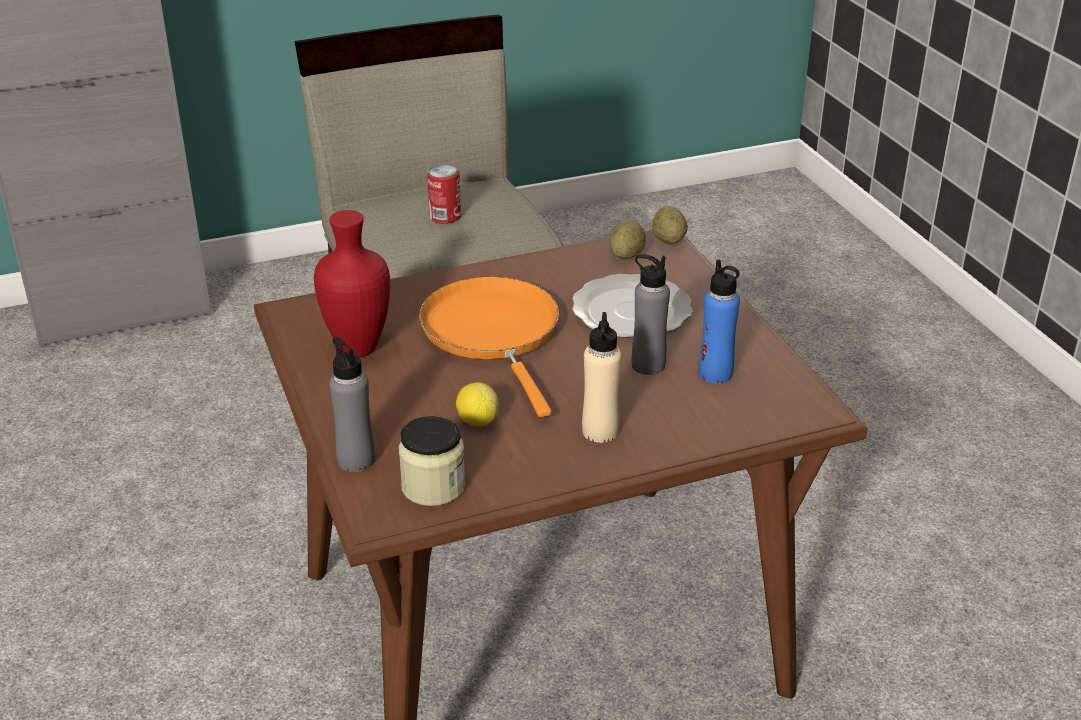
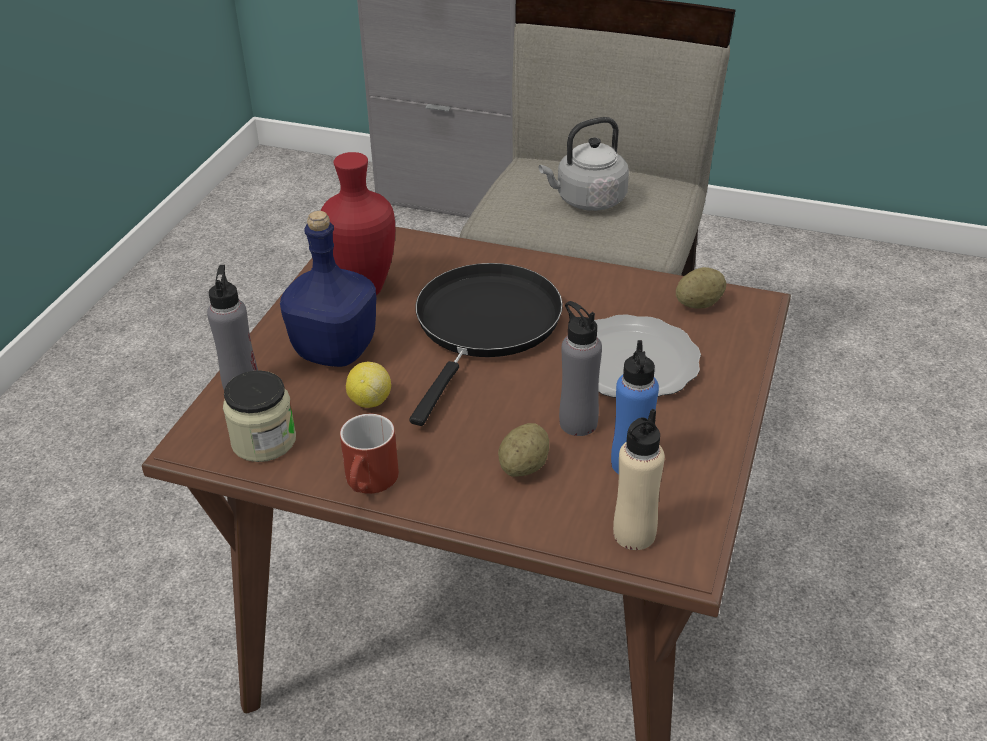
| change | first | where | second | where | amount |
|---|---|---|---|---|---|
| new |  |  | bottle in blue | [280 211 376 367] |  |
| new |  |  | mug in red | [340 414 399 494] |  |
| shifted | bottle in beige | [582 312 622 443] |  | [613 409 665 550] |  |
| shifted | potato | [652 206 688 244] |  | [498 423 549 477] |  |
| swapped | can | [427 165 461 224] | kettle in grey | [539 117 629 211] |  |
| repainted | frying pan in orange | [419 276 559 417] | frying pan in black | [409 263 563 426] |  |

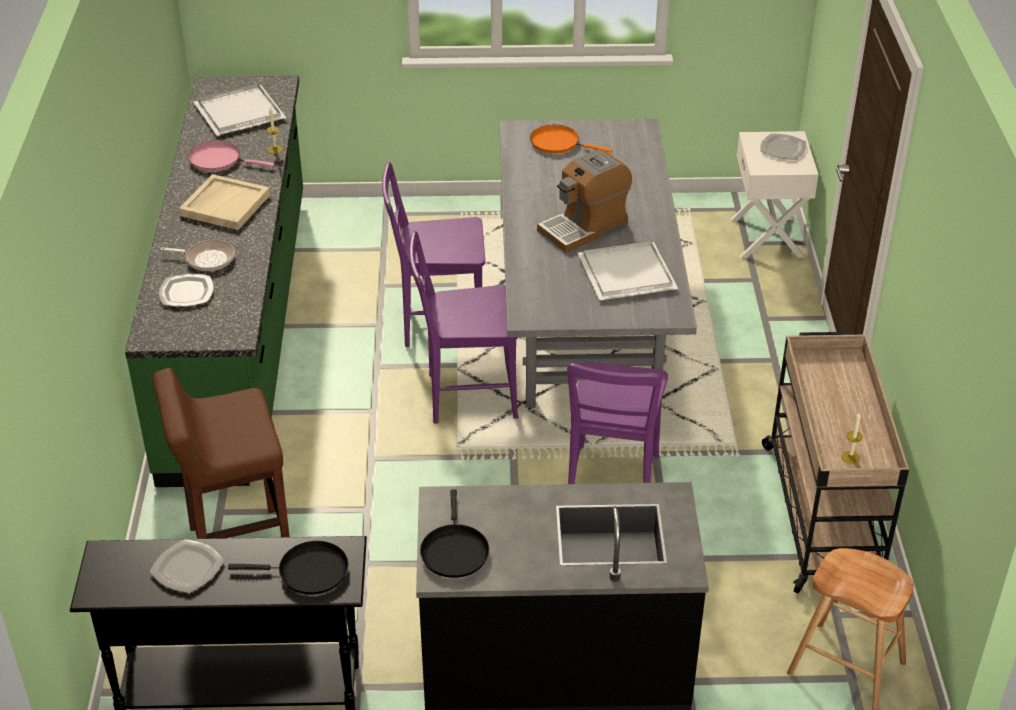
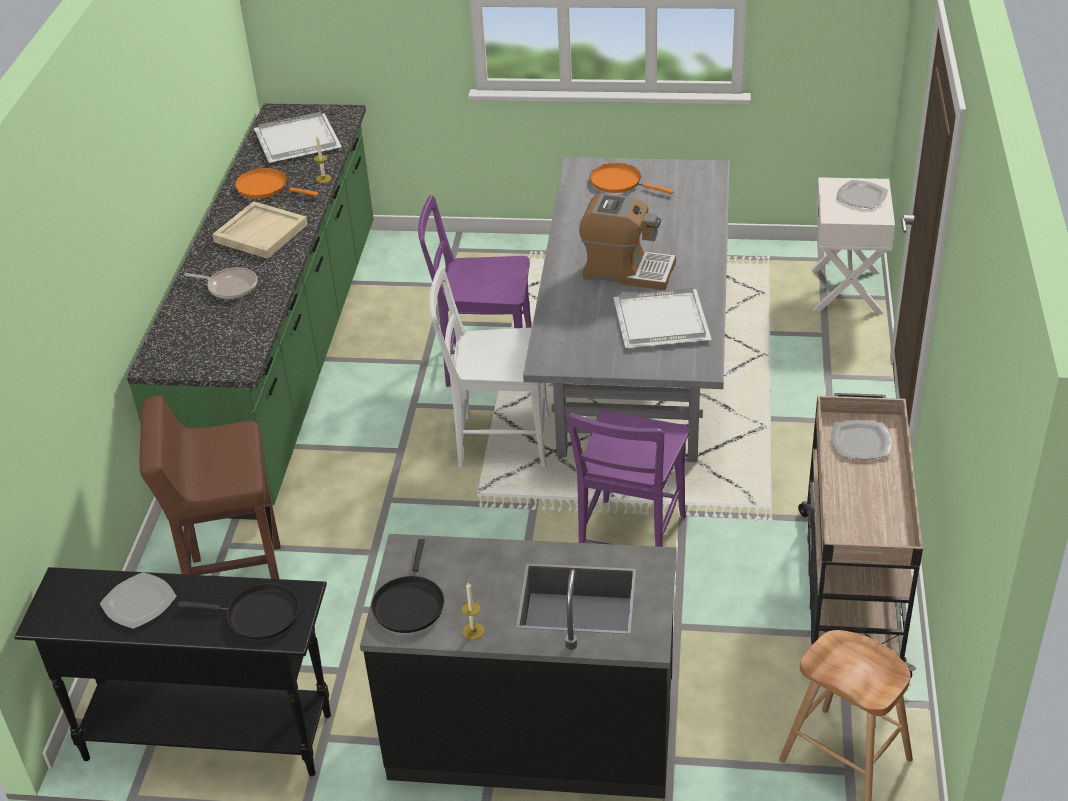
| change | first | where | second | where | amount |
|---|---|---|---|---|---|
| shifted | plate | [159 274 214 307] |  | [831 420 892 459] |  |
| shifted | candle | [841 412 863 464] |  | [461 582 484 640] |  |
| repainted | frying pan in pink | [188 141 275 171] | frying pan in orange | [235 168 318 199] |  |
| repainted | chair in purple | [409 231 519 424] | chair in white | [429 267 550 468] |  |
| rotated | coffee machine | [537 149 632 253] |  | [579 193 676 290] | 135 degrees counterclockwise |

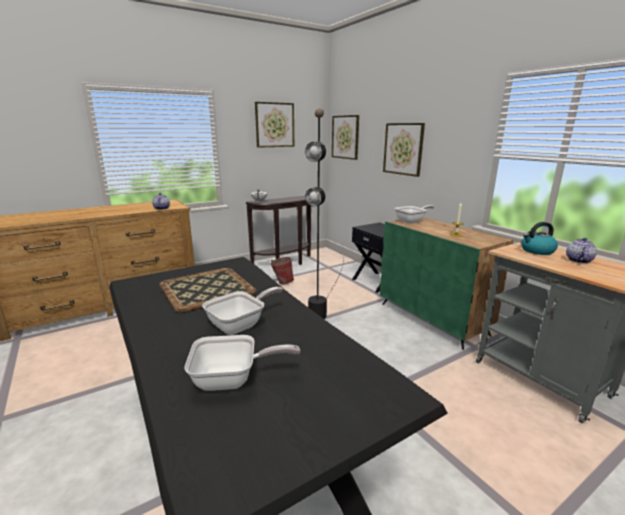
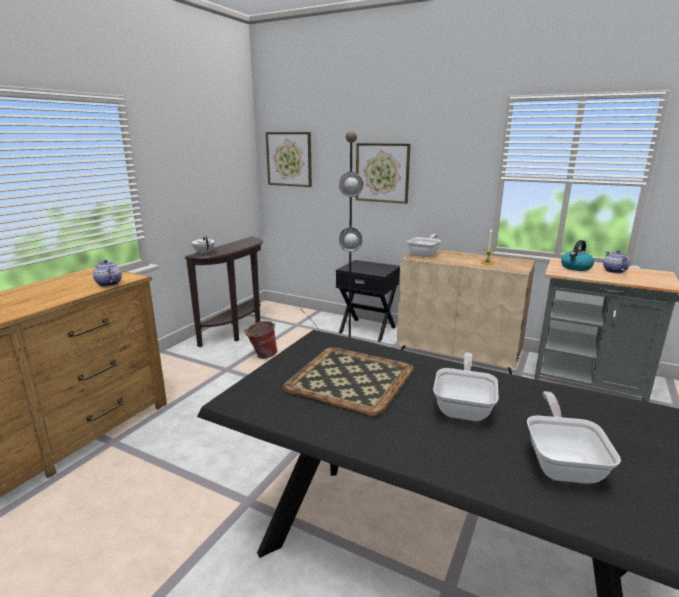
| change | first | where | second | where | amount |
|---|---|---|---|---|---|
| gone | picture | [255 102 294 148] |  |  |  |
| repainted | cabinet in green | [380 217 513 350] | cabinet in beige | [397 250 535 374] |  |
| rotated | frying pan | [184 335 300 391] |  | [527 391 621 484] | 45 degrees counterclockwise |

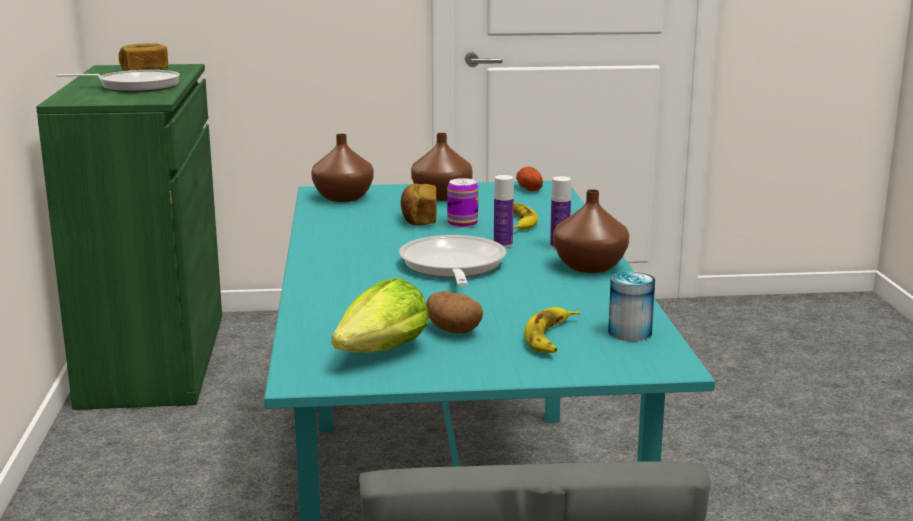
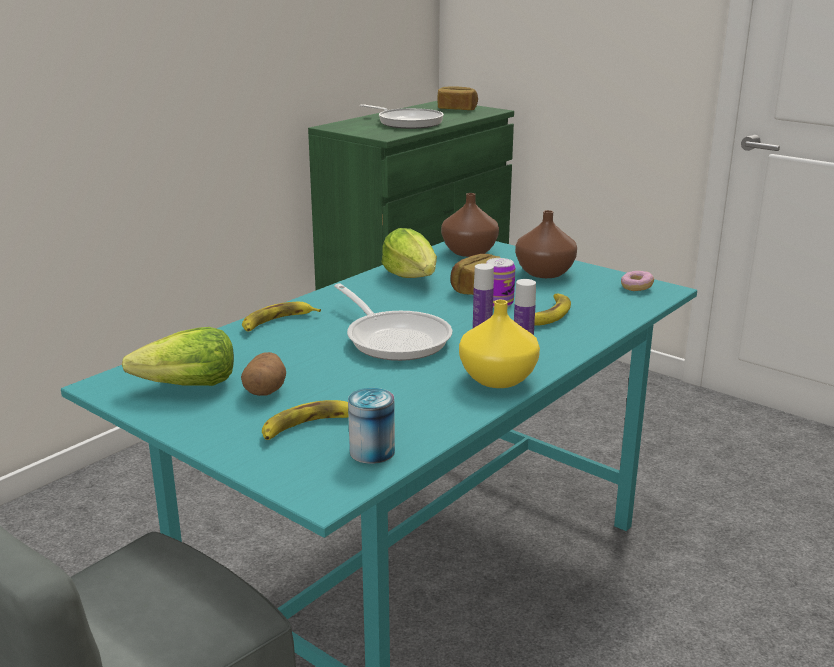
| change | first | where | second | where | amount |
|---|---|---|---|---|---|
| new |  |  | banana | [242 302 321 332] |  |
| new |  |  | lettuce | [382 228 437 278] |  |
| swapped | potato | [516 167 543 191] | donut | [621 271 654 291] |  |
| repainted | vase in brown | [553 189 629 273] | vase in yellow | [459 300 540 388] |  |
| rotated | frying pan | [399 235 506 286] |  | [334 283 452 361] | 105 degrees clockwise |

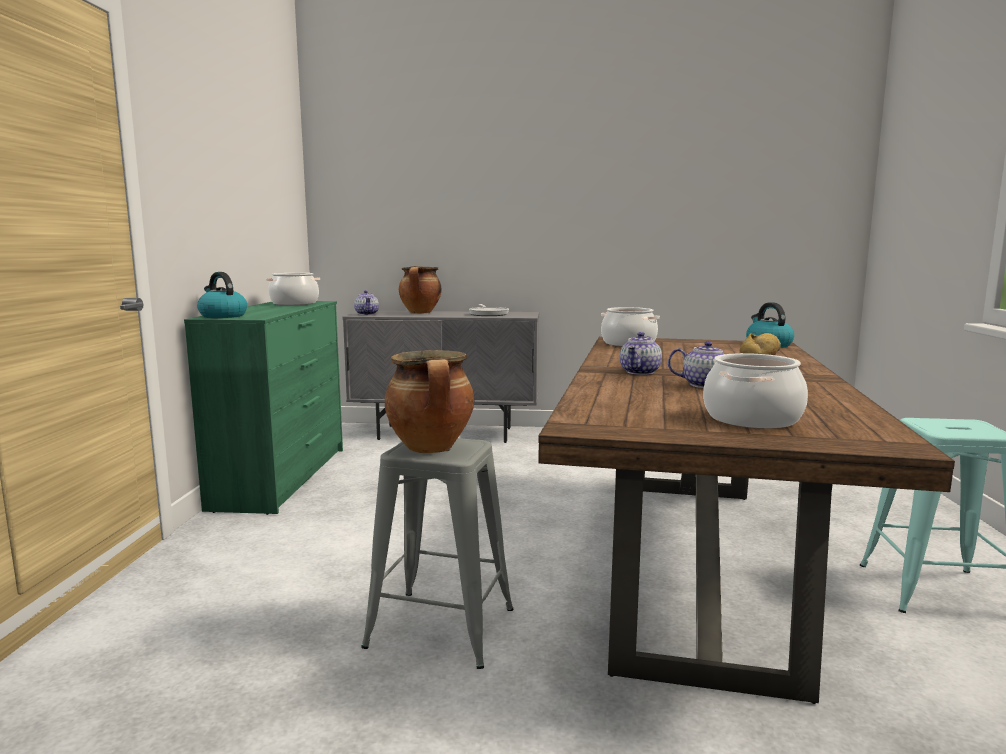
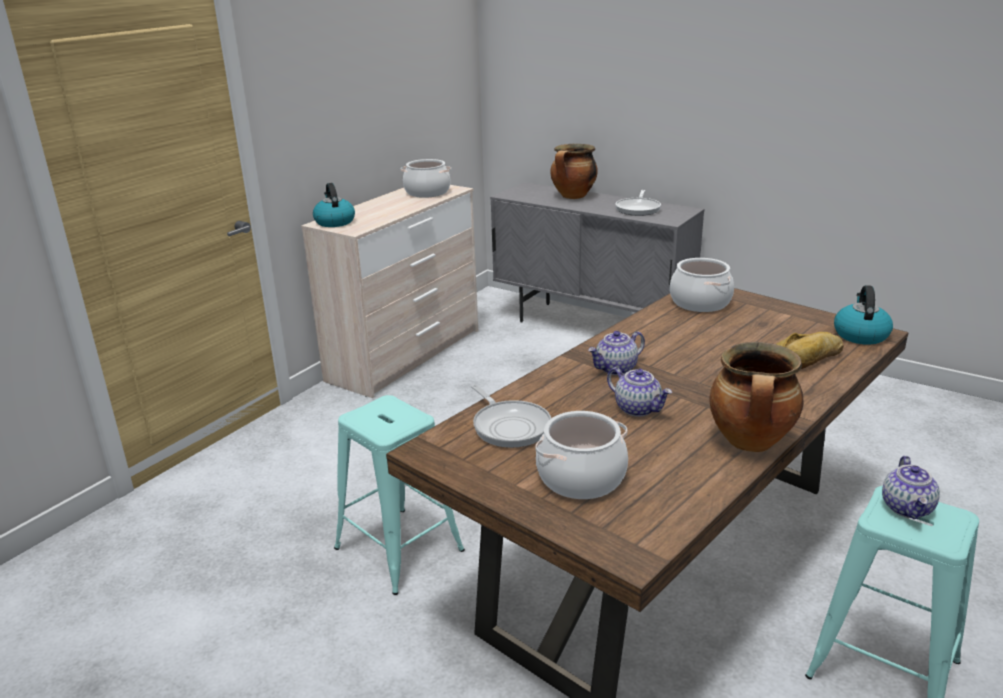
| change | first | where | second | where | amount |
|---|---|---|---|---|---|
| new |  |  | frying pan | [471 384 551 448] |  |
| shifted | teapot | [354 290 379 315] |  | [882 456 940 519] |  |
| shifted | cooking pot | [385 350 474 453] |  | [709 342 803 452] |  |
| repainted | dresser in green | [184 301 343 515] | dresser in beige | [301 185 478 398] |  |
| repainted | stool in grey | [361 438 514 669] | stool in turquoise | [334 395 465 595] |  |

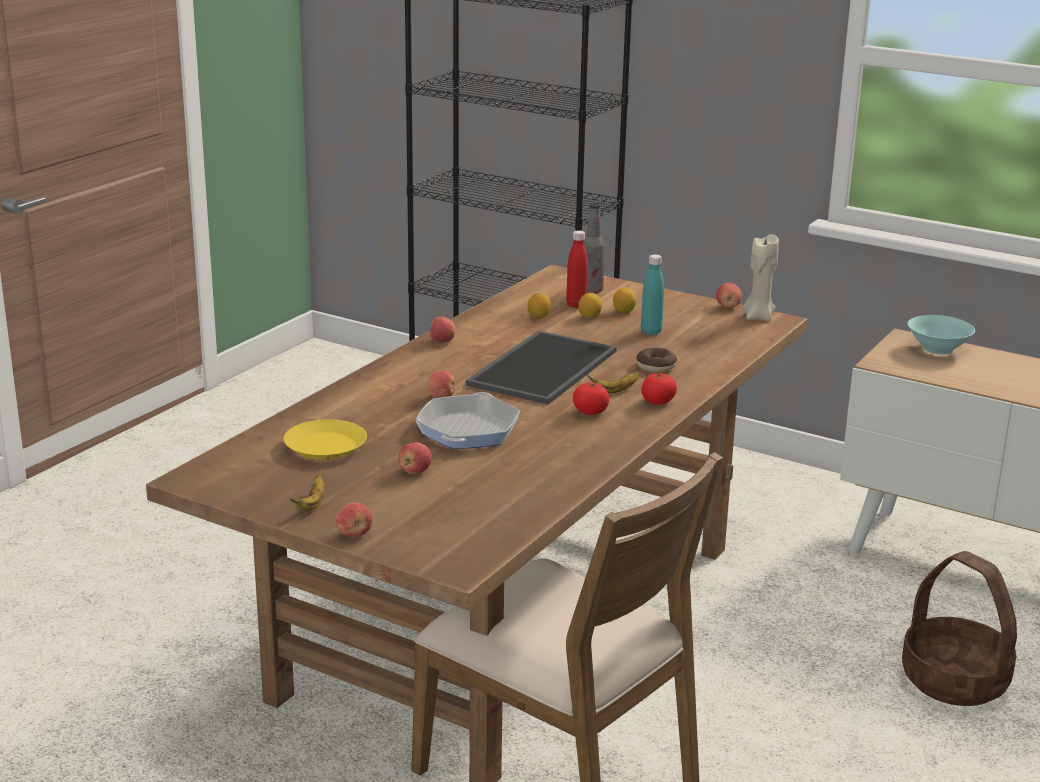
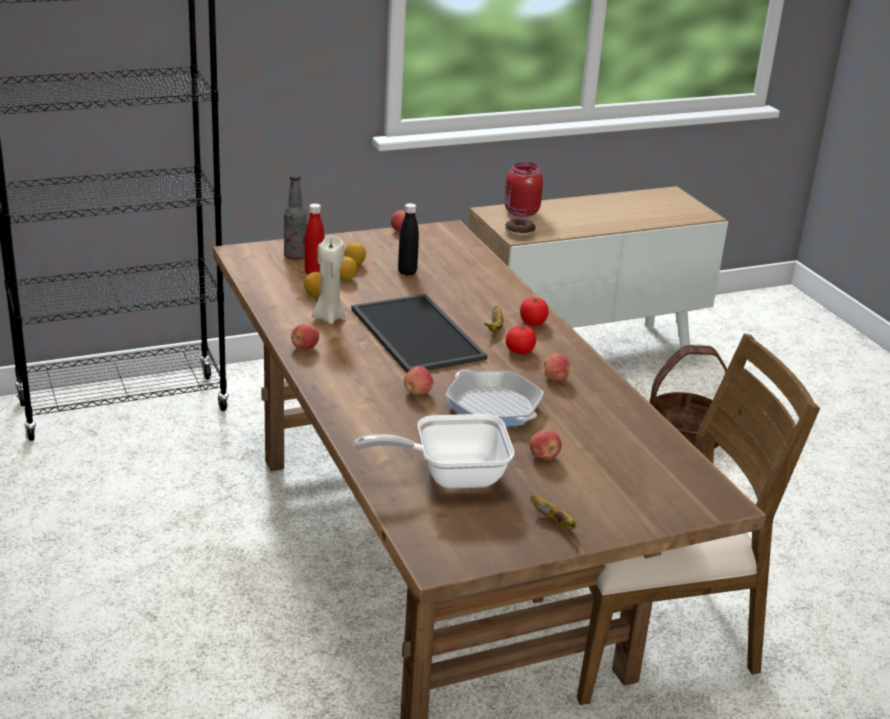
| change | first | where | second | where | amount |
|---|---|---|---|---|---|
| shifted | apple | [336 503 372 537] |  | [544 354 570 381] |  |
| shifted | donut | [636 348 677 372] |  | [505 218 536 237] |  |
| shifted | candle in beige | [743 234 779 321] |  | [312 235 345 324] |  |
| swapped | plate in yellow | [284 419 367 460] | frying pan | [354 414 514 489] |  |
| swapped | bowl in turquoise | [908 315 975 355] | jar in red | [504 162 543 217] |  |
| repainted | bottle in turquoise | [641 254 664 335] | bottle in black | [398 203 419 276] |  |

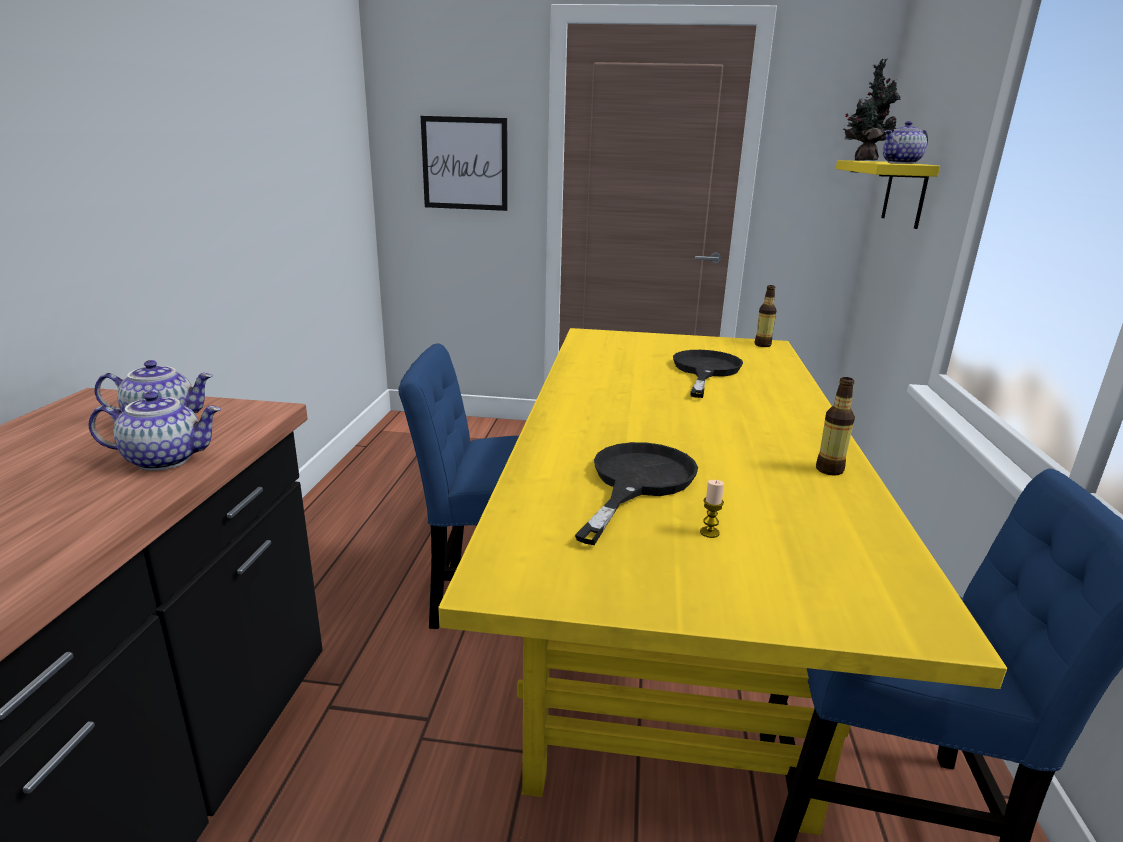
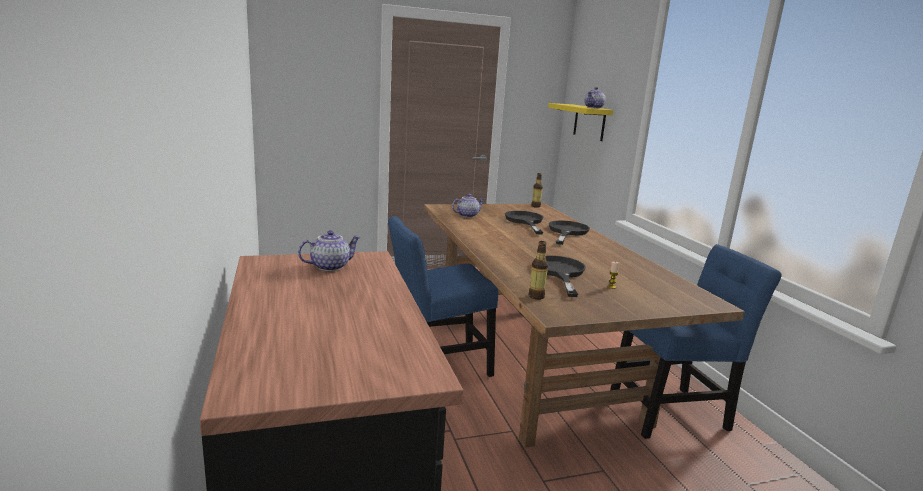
| change | first | where | second | where | amount |
|---|---|---|---|---|---|
| gone | picture | [421 116 508 211] |  |  |  |
| gone | potted plant | [842 59 901 161] |  |  |  |
| new |  |  | frying pan in black | [549 220 590 245] |  |
| shifted | teapot | [89 391 221 471] |  | [452 194 484 218] |  |
| shifted | bottle | [816 377 855 476] |  | [528 241 548 300] |  |
| repainted | dining table in yellow | [438 328 1007 835] | dining table in brown | [424 204 745 448] |  |

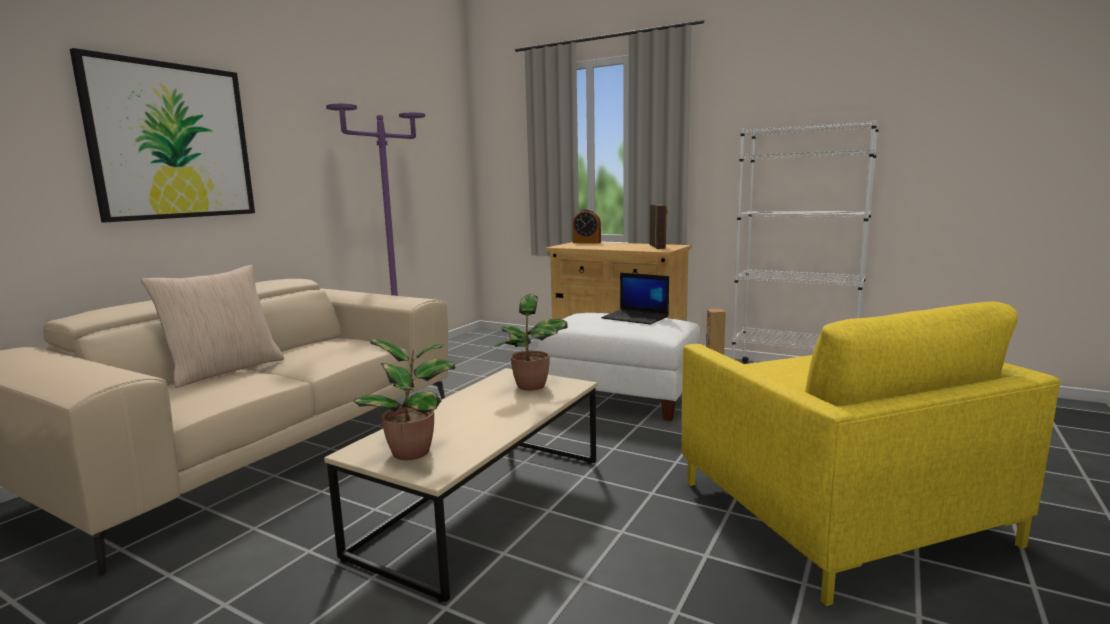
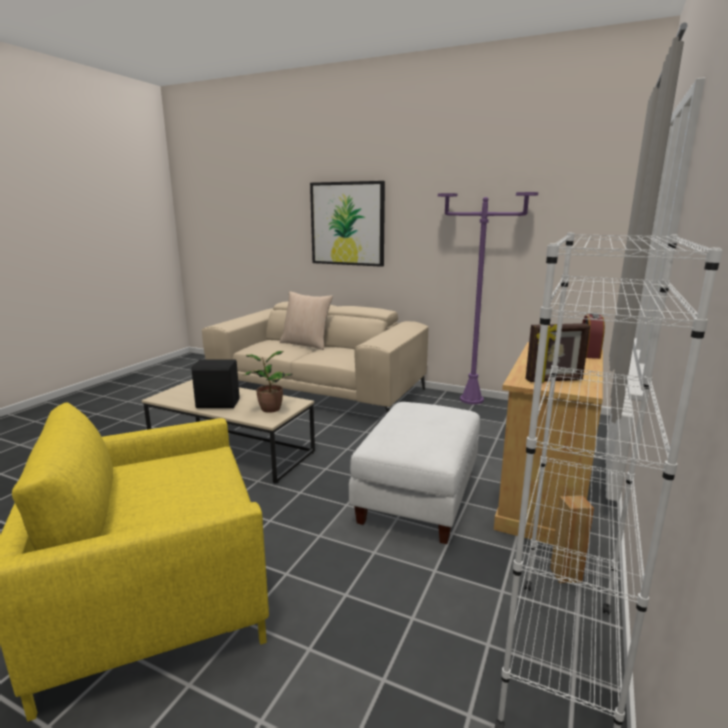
| change | first | where | second | where | amount |
|---|---|---|---|---|---|
| gone | potted plant | [353 339 455 460] |  |  |  |
| gone | laptop | [601 273 669 325] |  |  |  |
| new |  |  | speaker in black | [191 360 239 408] |  |

